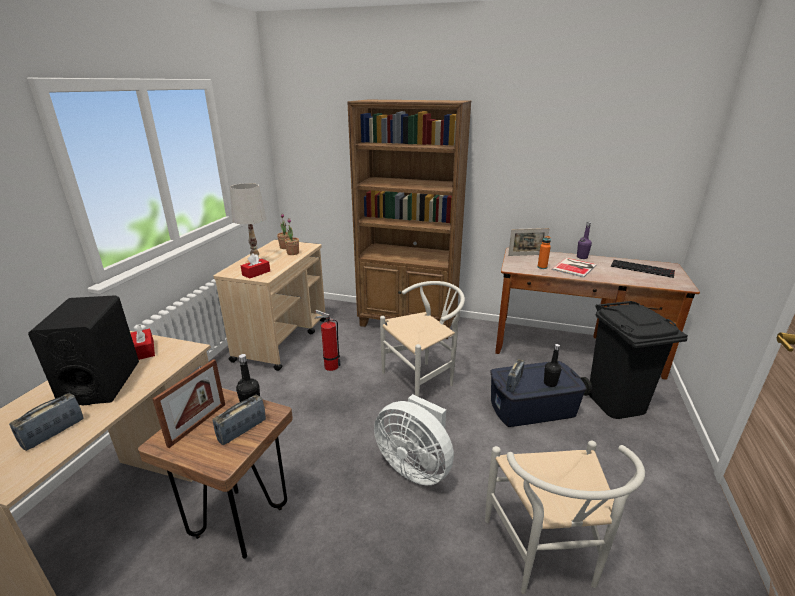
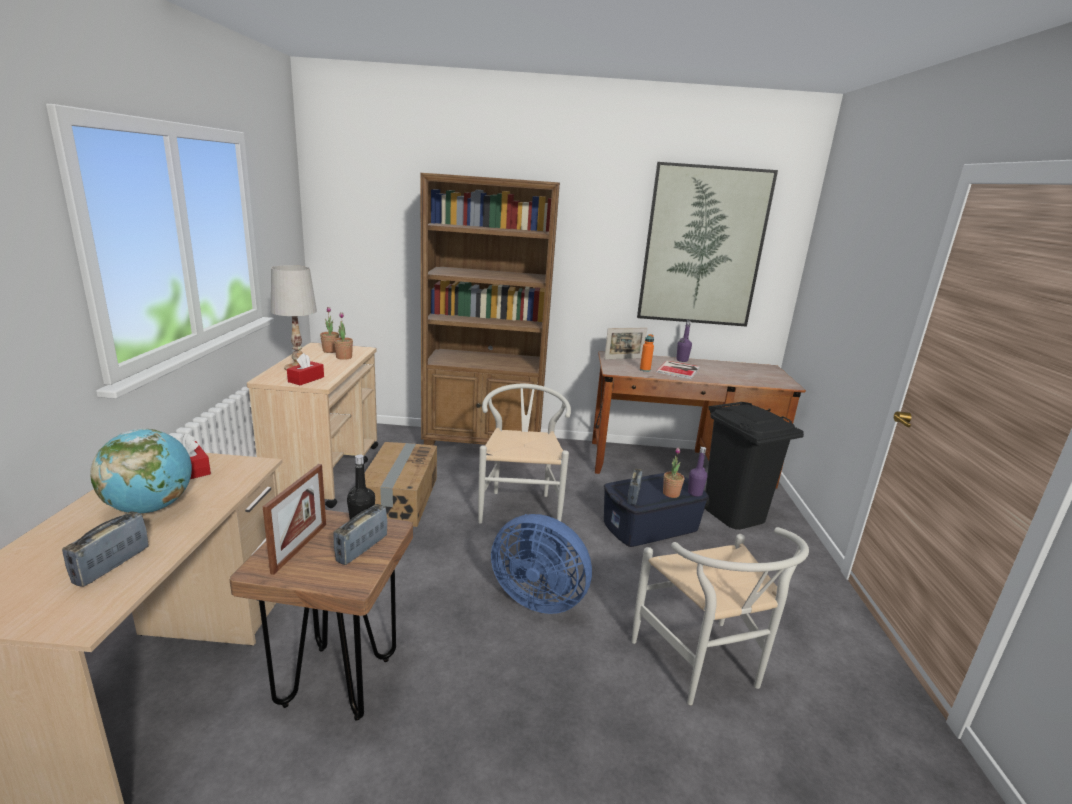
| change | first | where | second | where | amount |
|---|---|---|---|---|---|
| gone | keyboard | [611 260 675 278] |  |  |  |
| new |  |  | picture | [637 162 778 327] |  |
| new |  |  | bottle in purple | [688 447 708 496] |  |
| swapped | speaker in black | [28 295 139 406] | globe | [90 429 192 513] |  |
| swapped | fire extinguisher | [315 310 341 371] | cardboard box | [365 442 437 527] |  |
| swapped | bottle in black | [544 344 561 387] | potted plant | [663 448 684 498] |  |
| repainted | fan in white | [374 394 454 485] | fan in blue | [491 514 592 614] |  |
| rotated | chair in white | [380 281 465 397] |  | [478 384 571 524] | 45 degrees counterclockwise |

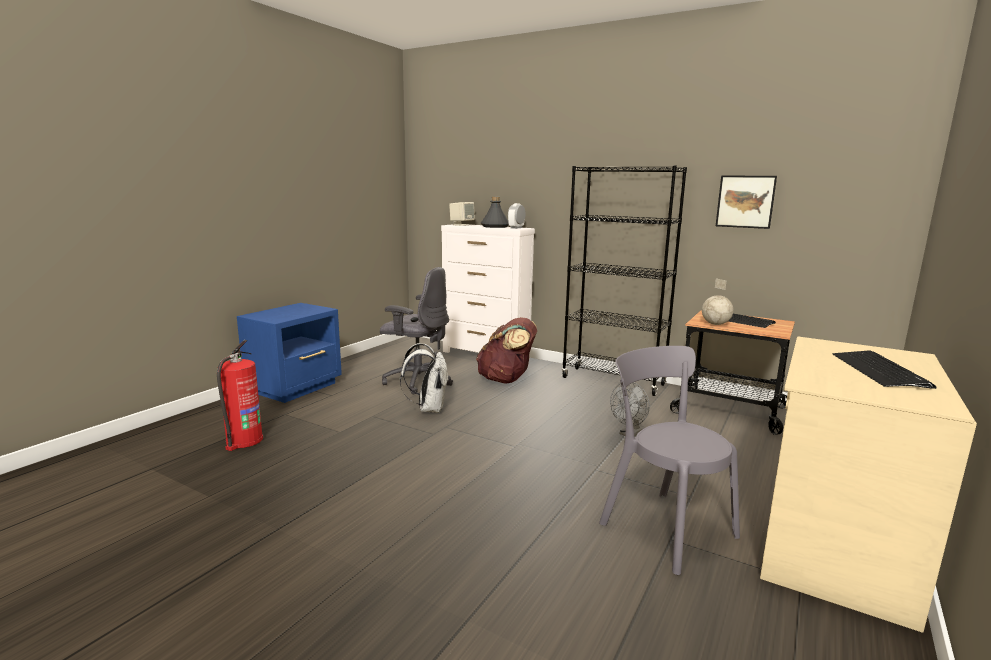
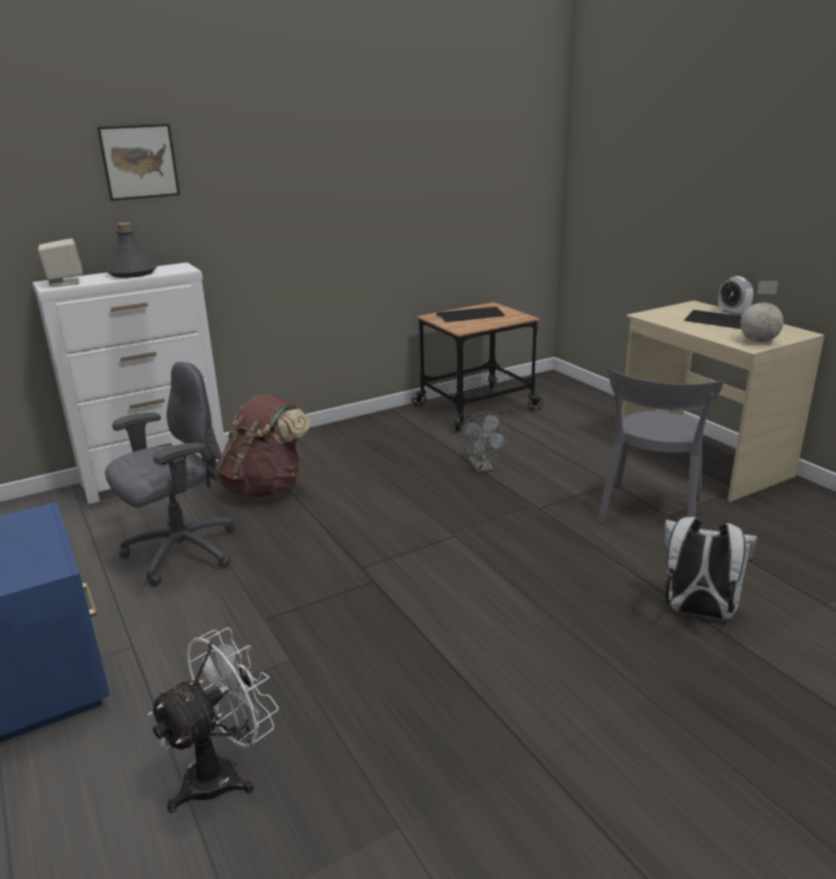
| change | first | where | second | where | amount |
|---|---|---|---|---|---|
| gone | bookcase in black | [562 166 687 396] |  |  |  |
| shifted | backpack in white | [400 343 449 413] |  | [663 517 757 620] |  |
| shifted | alarm clock | [508 203 526 229] |  | [718 276 753 316] |  |
| shifted | globe | [702 278 733 325] |  | [740 281 784 342] |  |
| shifted | picture | [716 176 777 229] |  | [97 124 180 201] |  |
| swapped | fire extinguisher | [217 340 263 451] | fan in white | [148 628 279 813] |  |
| rotated | chair in grey | [599 346 740 575] |  | [598 368 723 522] | 60 degrees counterclockwise |

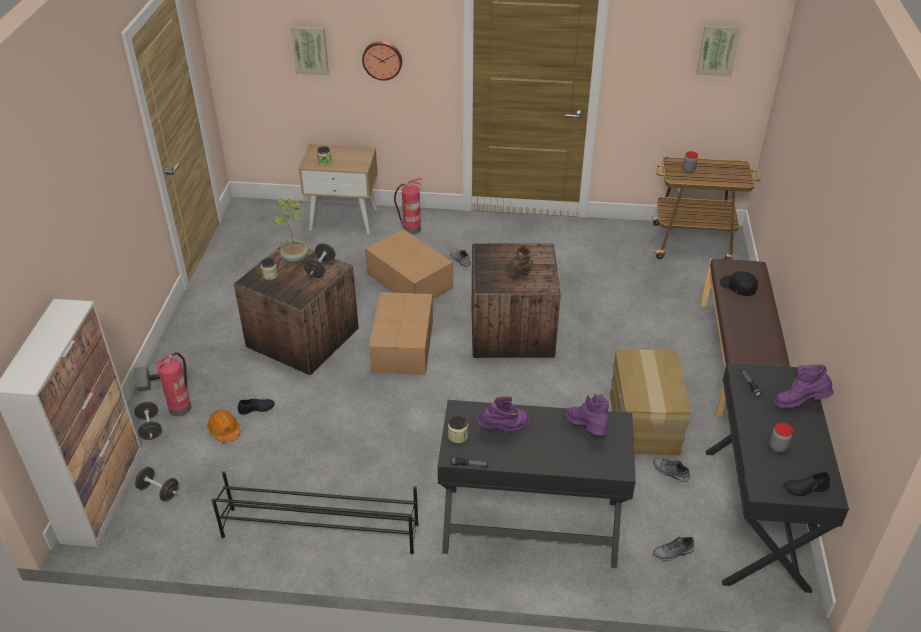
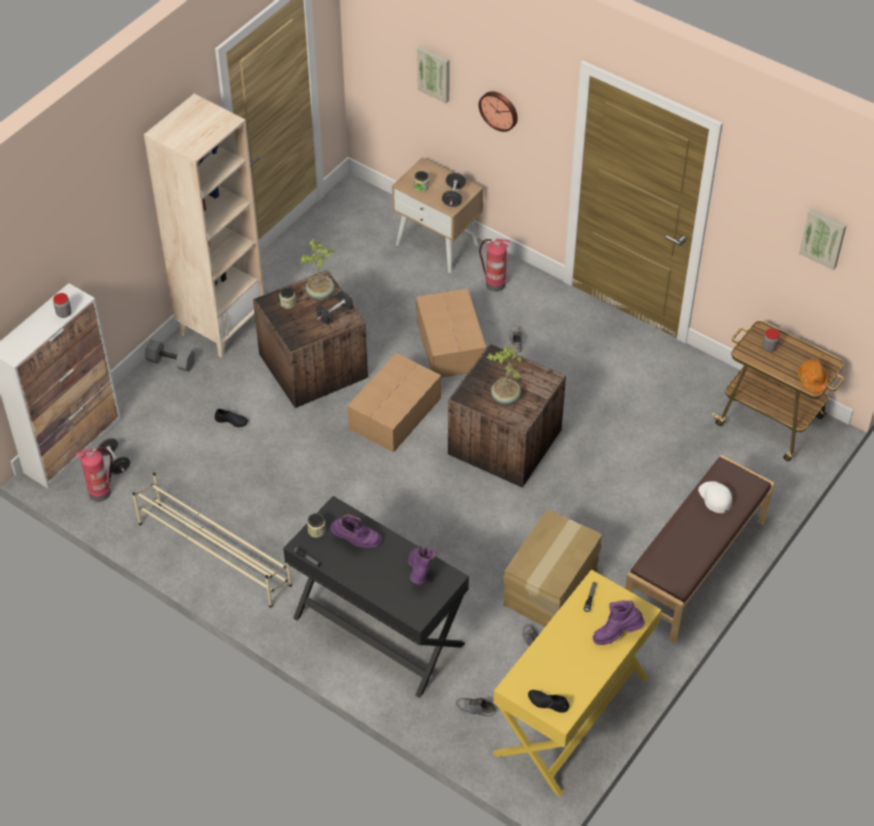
| change | first | where | second | where | amount |
|---|---|---|---|---|---|
| new |  |  | bookcase in beige | [144 94 264 358] |  |
| shifted | dumbbell in black | [134 402 162 440] |  | [442 173 466 207] |  |
| shifted | fire extinguisher | [154 352 191 416] |  | [75 447 113 502] |  |
| shifted | hard hat in orange | [207 409 240 442] |  | [798 359 828 393] |  |
| shifted | jar | [769 423 793 452] |  | [53 293 71 318] |  |
| swapped | boot in brown | [504 244 536 277] | potted plant | [487 345 521 404] |  |
| repainted | shoe rack in black | [212 471 419 554] | shoe rack in beige | [132 472 292 608] |  |
| repainted | desk in black | [706 362 849 593] | desk in yellow | [493 569 661 797] |  |
| repainted | cap in black | [720 271 758 296] | cap in white | [698 481 732 513] |  |
| rotated | boot in purple | [774 364 834 408] |  | [593 600 645 645] | 45 degrees counterclockwise |

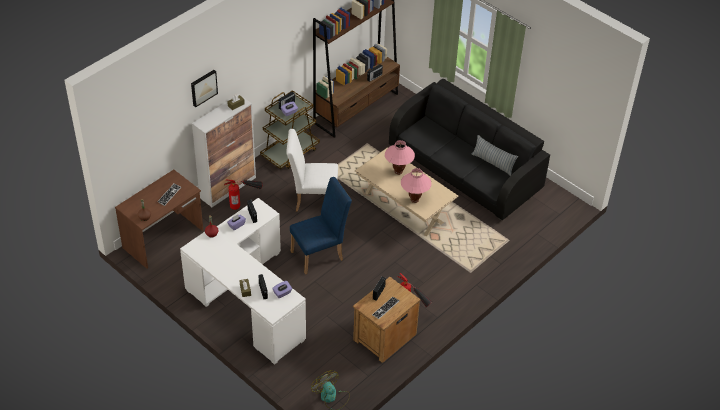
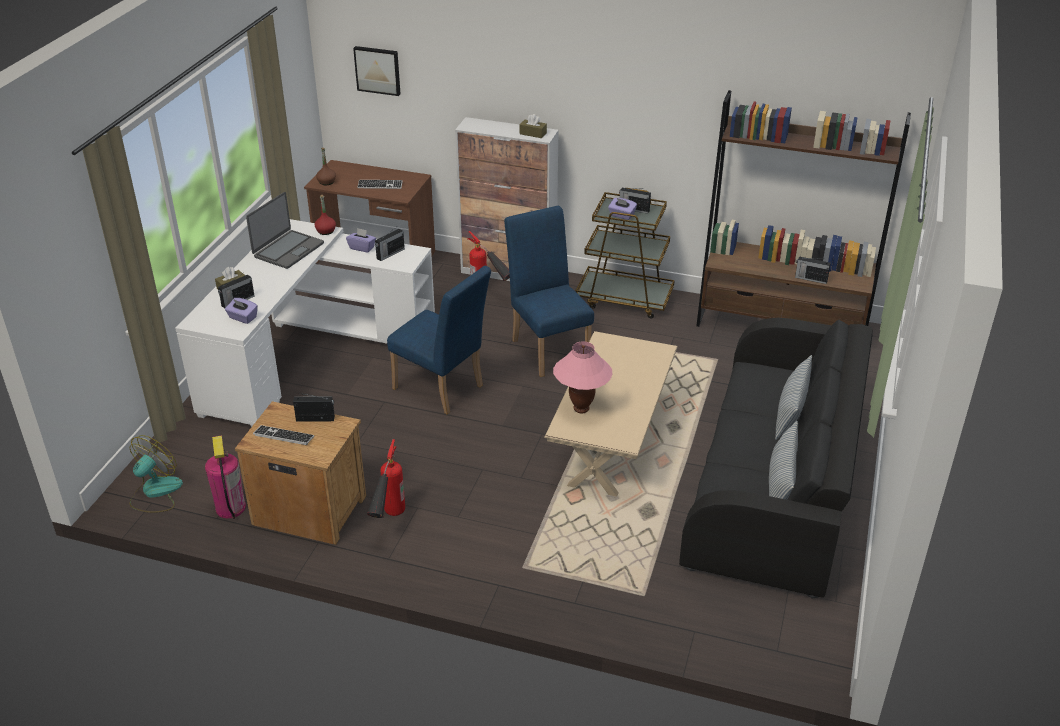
| change | first | where | second | where | amount |
|---|---|---|---|---|---|
| gone | table lamp in pink | [385 140 415 175] |  |  |  |
| new |  |  | fire extinguisher | [205 436 246 519] |  |
| new |  |  | laptop | [246 192 324 269] |  |
| new |  |  | pillow | [775 355 812 440] |  |
| shifted | picture | [191 70 218 107] |  | [353 46 400 96] |  |
| repainted | chair in white | [286 129 338 211] | chair in blue | [504 206 594 377] |  |

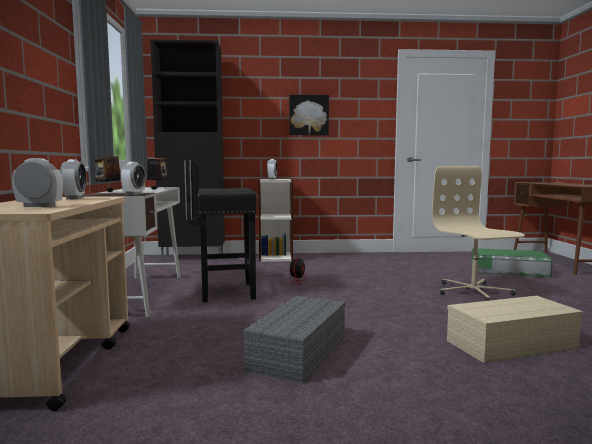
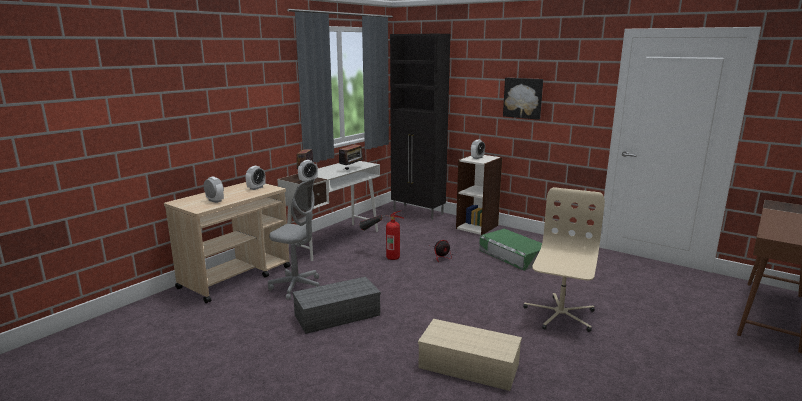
| change | first | where | second | where | amount |
|---|---|---|---|---|---|
| new |  |  | office chair in grey | [268 177 320 300] |  |
| shifted | storage box in green | [471 248 553 277] |  | [479 229 542 271] |  |
| swapped | stool in black | [198 188 257 303] | fire extinguisher | [359 210 404 260] |  |

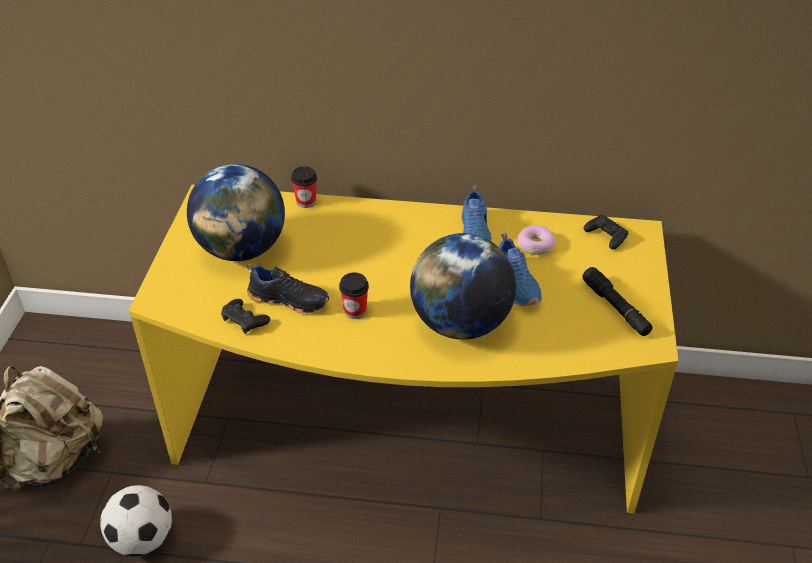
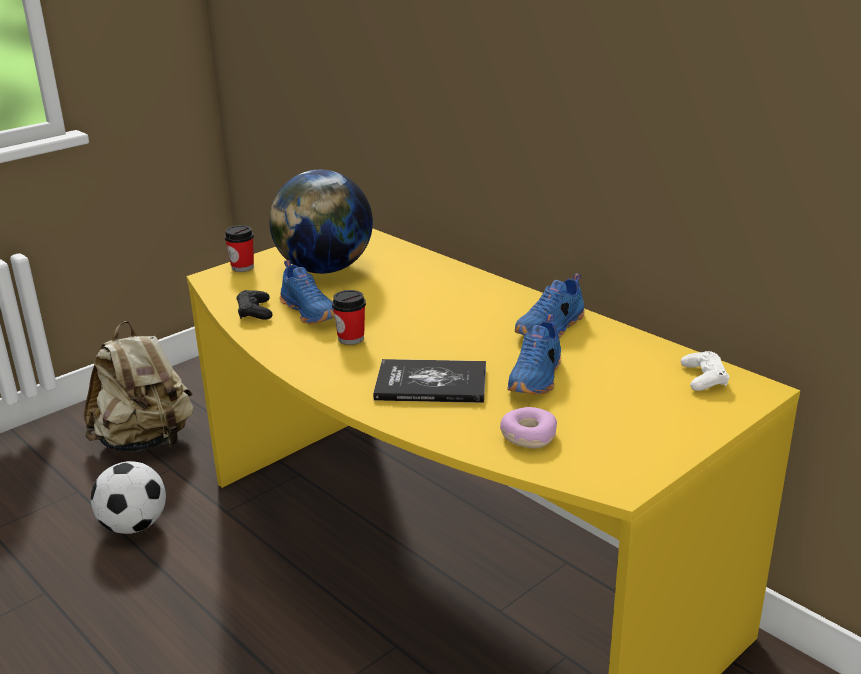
| change | first | where | second | where | amount |
|---|---|---|---|---|---|
| gone | flashlight in black | [583 267 653 336] |  |  |  |
| shifted | cup | [291 166 317 208] |  | [224 225 254 272] |  |
| shifted | donut | [518 225 555 255] |  | [500 407 557 448] |  |
| swapped | globe | [410 233 516 340] | book | [373 359 486 403] |  |
| repainted | shoe in black | [247 263 329 313] | shoe in blue | [280 260 335 324] |  |
| repainted | game controller in black | [584 215 628 250] | game controller in white | [681 351 730 391] |  |

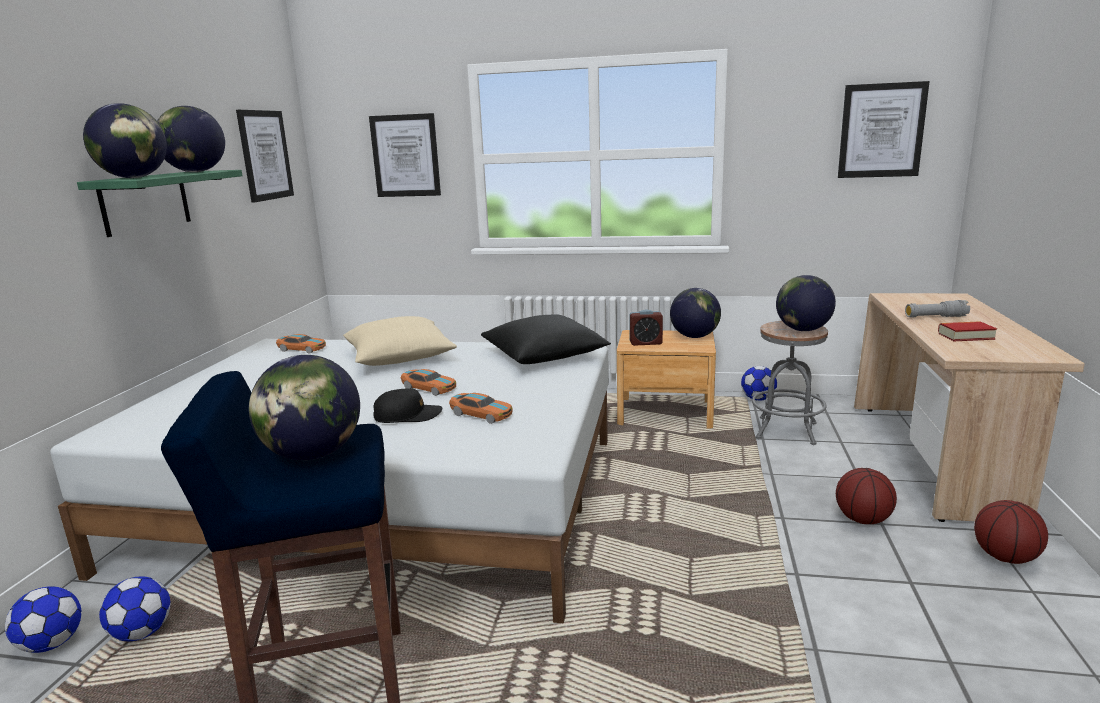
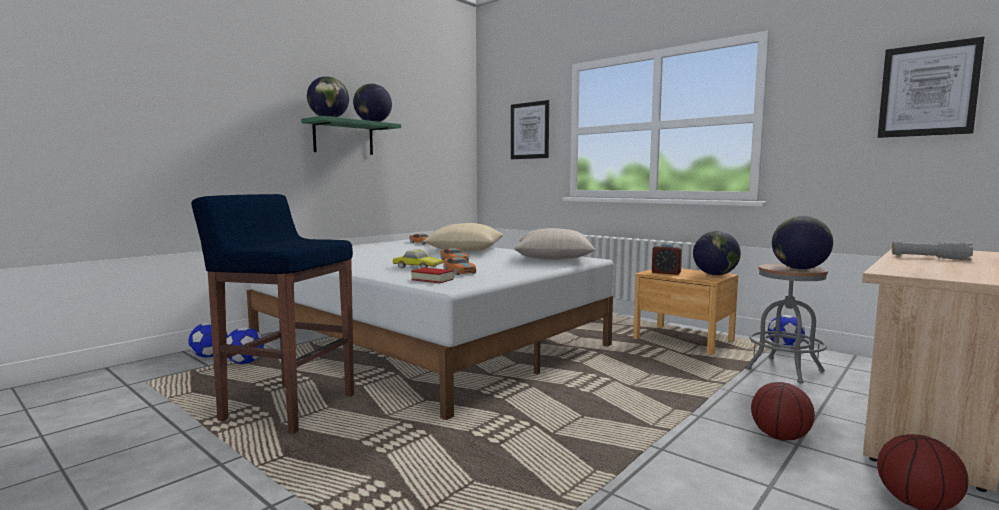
| change | first | where | second | where | amount |
|---|---|---|---|---|---|
| gone | picture | [236 110 294 203] |  |  |  |
| gone | globe | [249 355 360 460] |  |  |  |
| shifted | book | [938 321 997 341] |  | [411 268 454 283] |  |
| swapped | cap in black | [373 388 442 423] | toy car | [393 249 444 268] |  |
| repainted | pillow in black | [481 315 611 364] | pillow in beige | [514 228 596 260] |  |

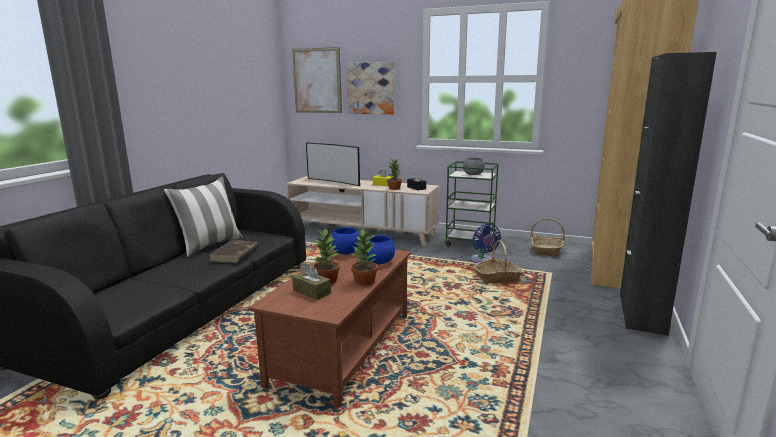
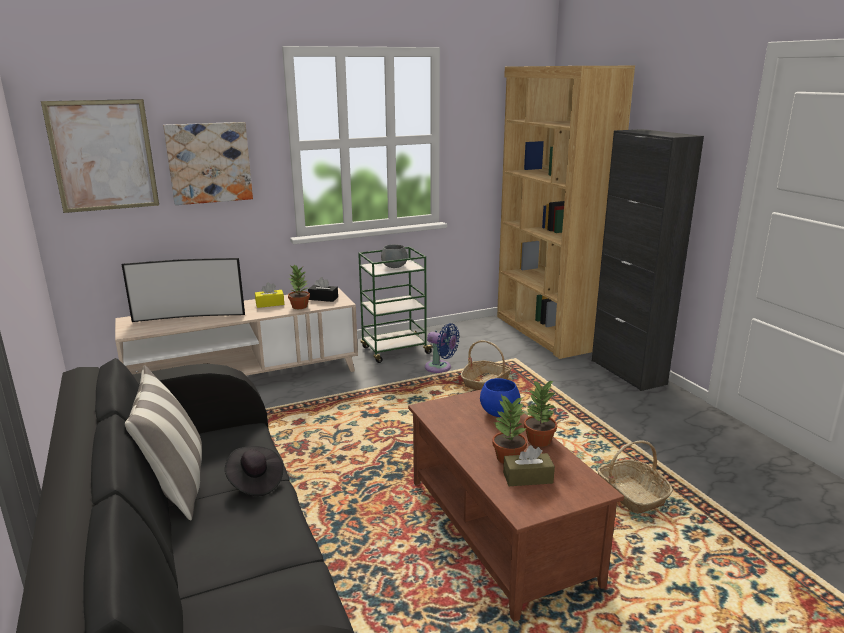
| change | first | where | second | where | amount |
|---|---|---|---|---|---|
| gone | bowl in blue | [331 227 360 255] |  |  |  |
| shifted | basket | [531 218 565 256] |  | [597 441 673 514] |  |
| swapped | book in brown | [209 240 259 263] | hat in black | [225 446 283 496] |  |

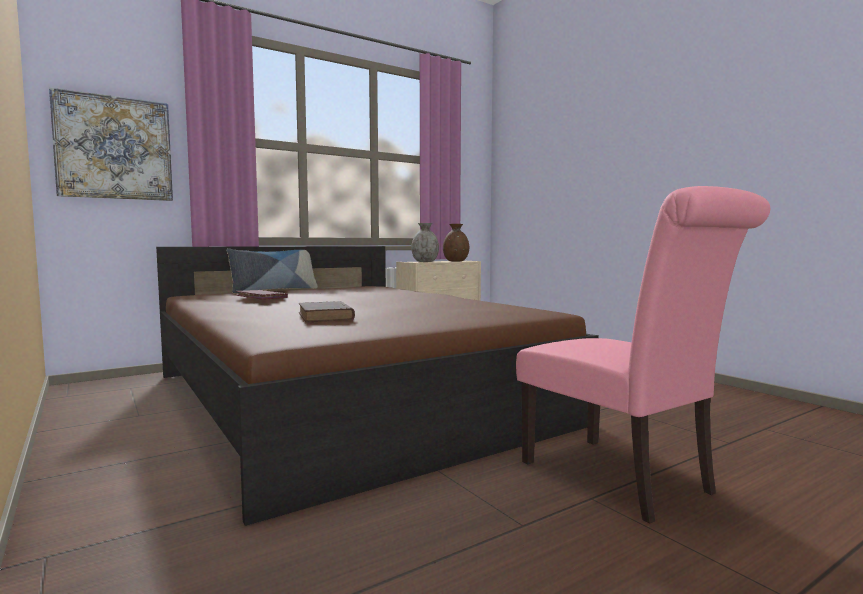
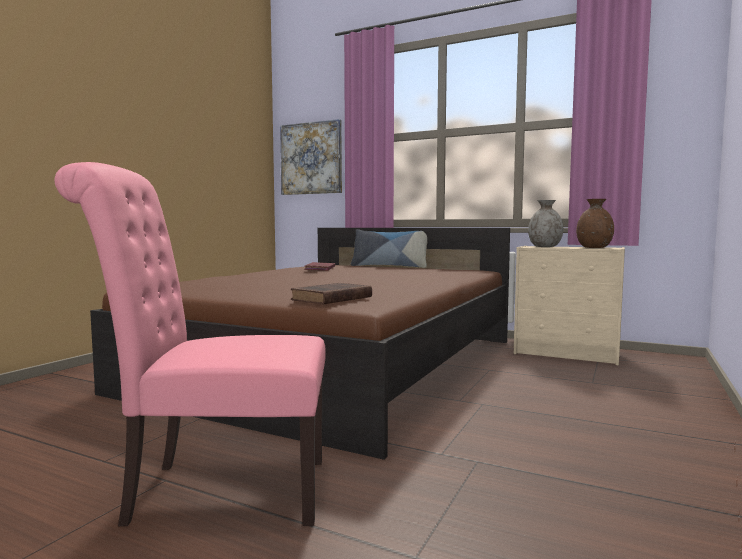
| change | first | where | second | where | amount |
|---|---|---|---|---|---|
| shifted | book in brown | [299 301 355 322] |  | [291 283 372 304] |  |
| rotated | chair in pink | [516 186 770 523] |  | [55 162 326 526] | 60 degrees clockwise |

